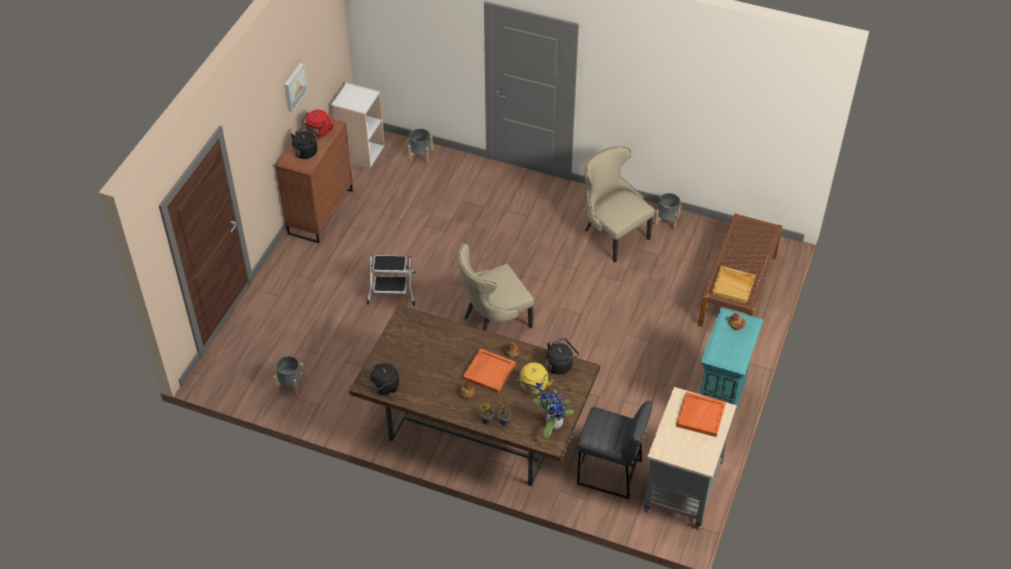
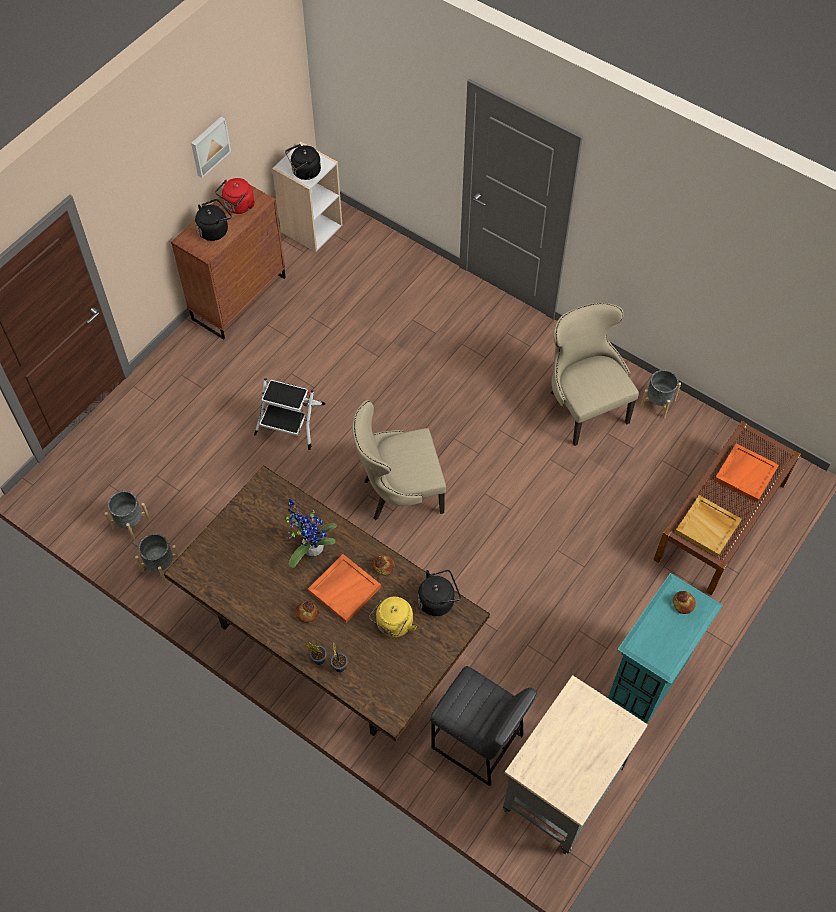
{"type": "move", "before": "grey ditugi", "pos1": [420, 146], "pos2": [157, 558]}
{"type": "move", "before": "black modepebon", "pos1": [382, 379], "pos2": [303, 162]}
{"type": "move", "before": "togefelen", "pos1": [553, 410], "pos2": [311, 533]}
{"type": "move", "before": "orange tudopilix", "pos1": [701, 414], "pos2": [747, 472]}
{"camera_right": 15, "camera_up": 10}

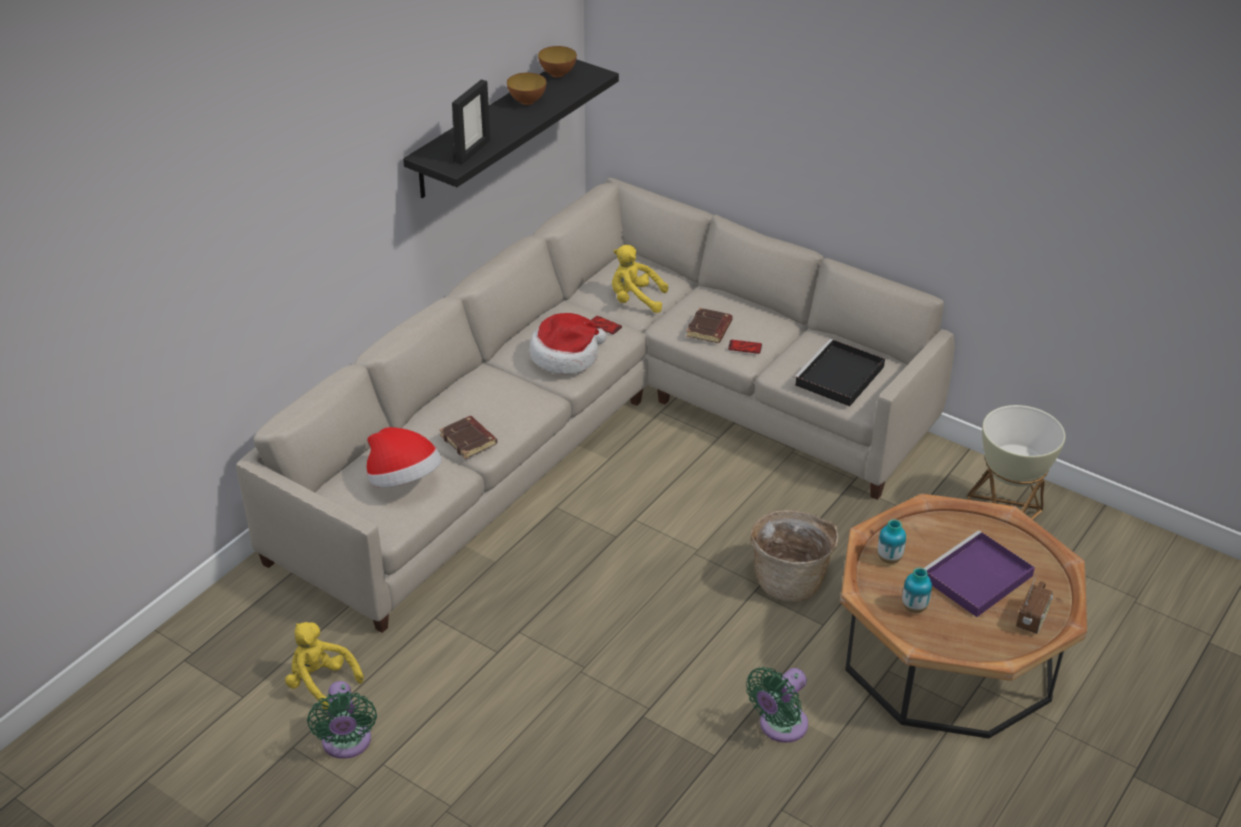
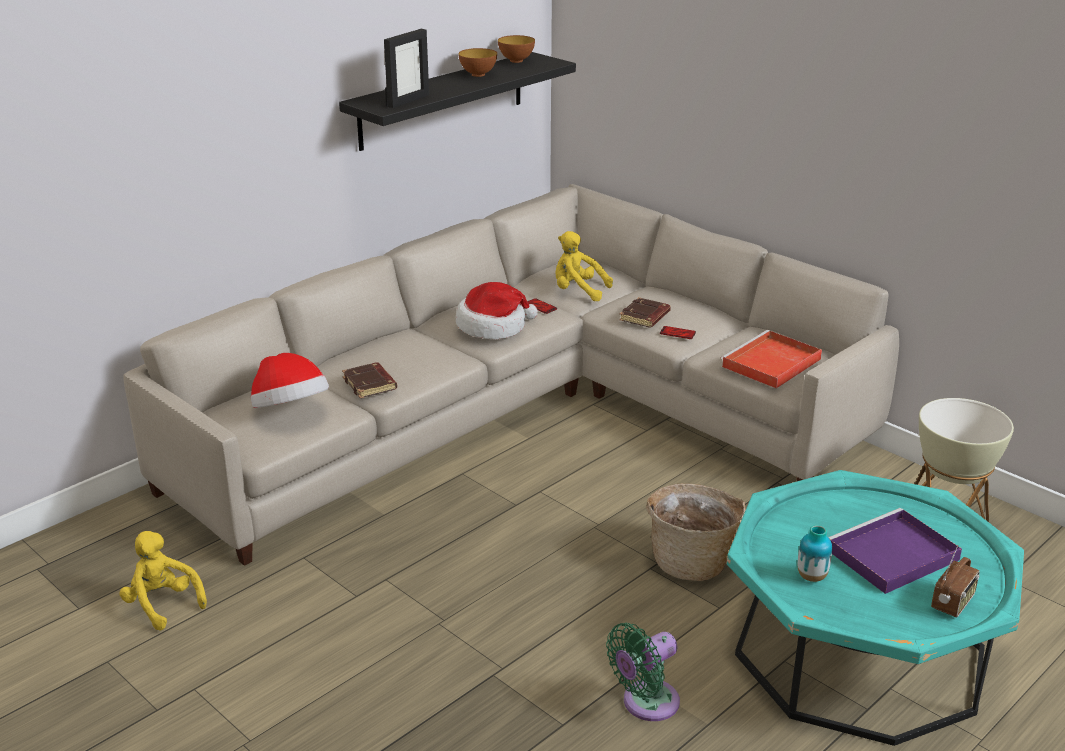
{"type": "recolor", "before": "black tudopilix", "after": "red tudopilix", "pos1": [839, 372], "pos2": [771, 359]}
{"type": "recolor", "before": "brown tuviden", "after": "turquoise tuviden", "pos1": [963, 616], "pos2": [875, 608]}
{"type": "delete", "before": "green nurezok", "pos1": [342, 720]}
{"type": "delete", "before": "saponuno", "pos1": [892, 541]}
{"camera_right": 10, "camera_up": -10}

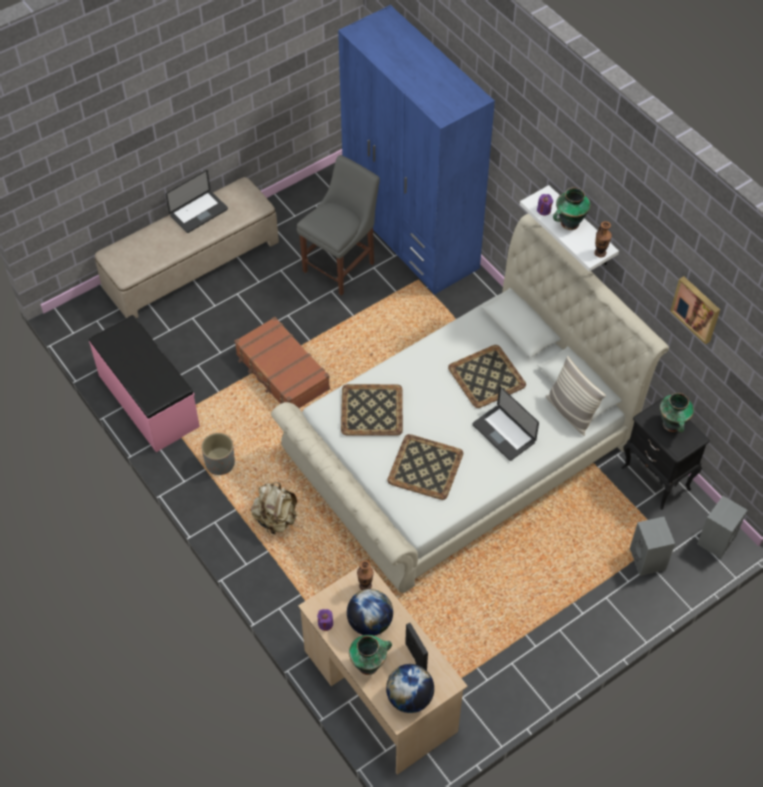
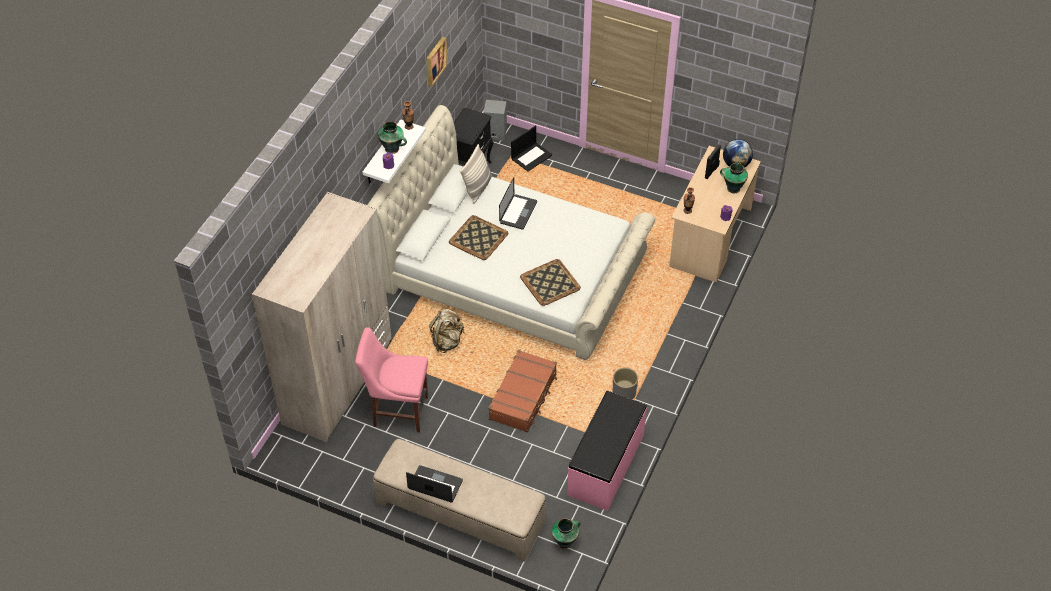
{"type": "recolor", "before": "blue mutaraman", "after": "beige mutaraman", "pos1": [416, 150], "pos2": [322, 317]}
{"type": "recolor", "before": "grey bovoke", "after": "pink bovoke", "pos1": [338, 225], "pos2": [391, 380]}
{"type": "move", "before": "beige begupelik", "pos1": [274, 508], "pos2": [446, 331]}
{"type": "replace", "before": "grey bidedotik", "after": "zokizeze", "pos1": [652, 546], "pos2": [531, 148]}
{"type": "move", "before": "saponuno", "pos1": [677, 413], "pos2": [566, 533]}
{"type": "delete", "before": "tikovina", "pos1": [370, 612]}
{"type": "delete", "before": "tudopilix", "pos1": [425, 467]}
{"camera_right": -120, "camera_up": -5}

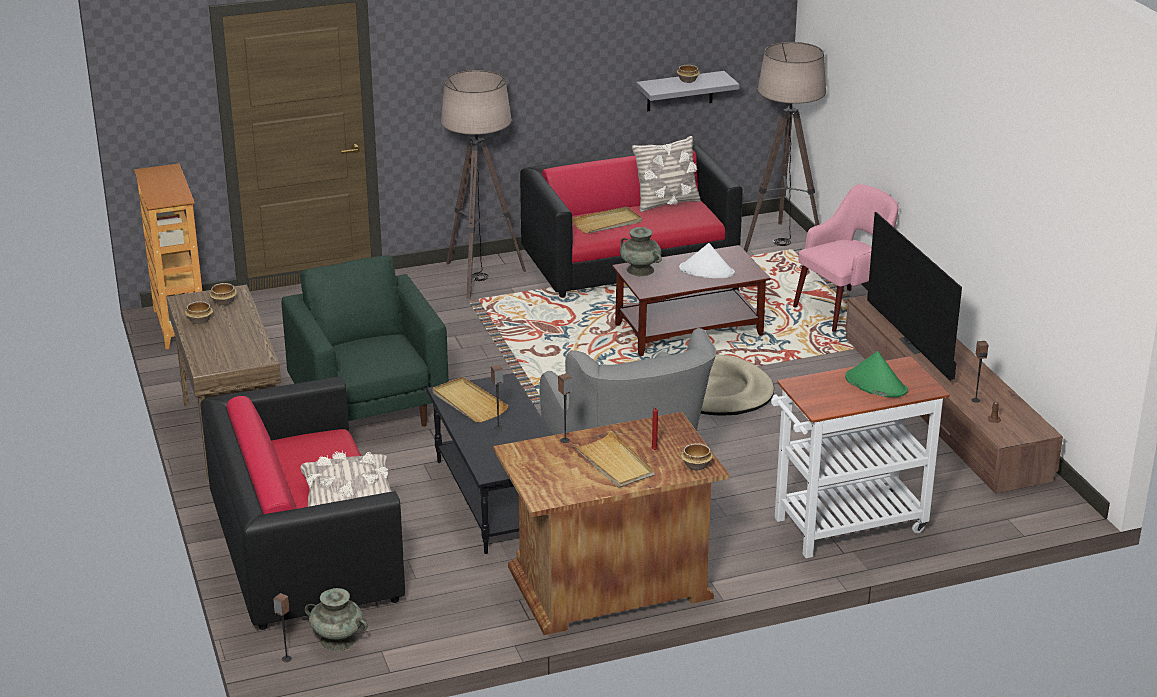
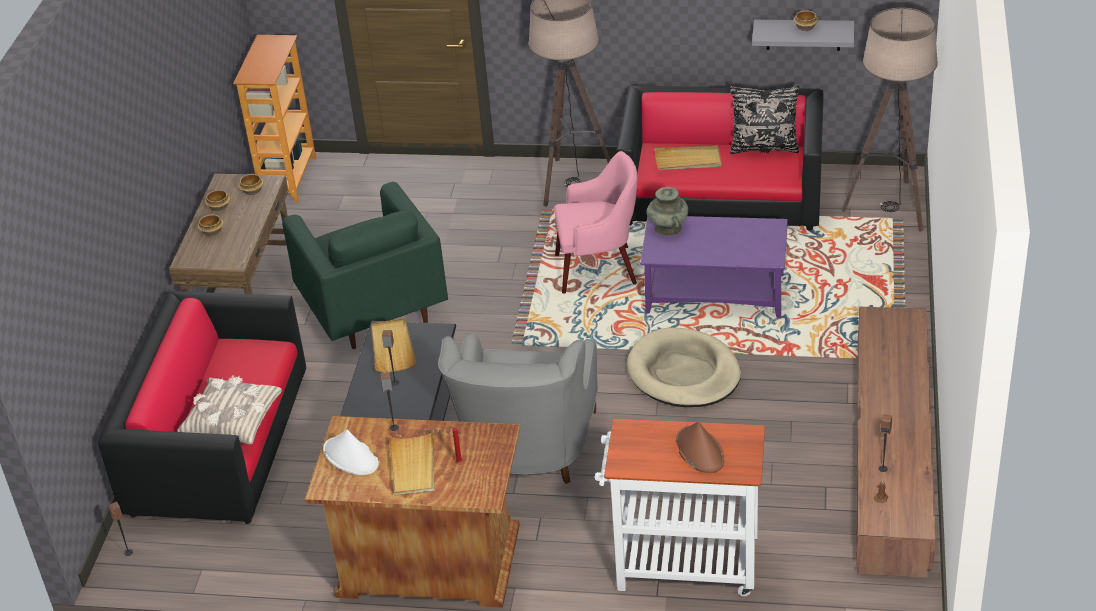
{"type": "move", "before": "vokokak", "pos1": [697, 456], "pos2": [210, 225]}
{"type": "rotate", "before": "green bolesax", "pos1": [365, 340], "pos2": [365, 265], "turn": 150}
{"type": "move", "before": "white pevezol", "pos1": [707, 260], "pos2": [351, 452]}
{"type": "move", "before": "pink bolesax", "pos1": [845, 258], "pos2": [595, 222]}
{"type": "recolor", "before": "brown tuviden", "after": "purple tuviden", "pos1": [691, 300], "pos2": [714, 267]}
{"type": "recolor", "before": "green pevezol", "after": "brown pevezol", "pos1": [876, 374], "pos2": [700, 447]}
{"type": "recolor", "before": "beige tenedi", "after": "black tenedi", "pos1": [666, 174], "pos2": [764, 119]}
{"type": "delete", "before": "turquoise saponuno", "pos1": [336, 619]}
{"type": "delete", "before": "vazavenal", "pos1": [914, 296]}
{"camera_right": 30, "camera_up": 10}

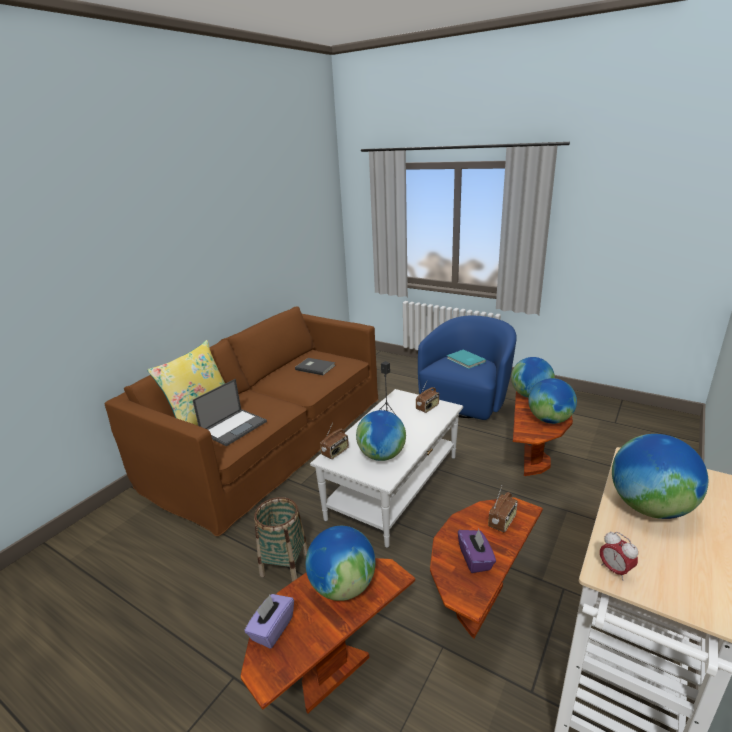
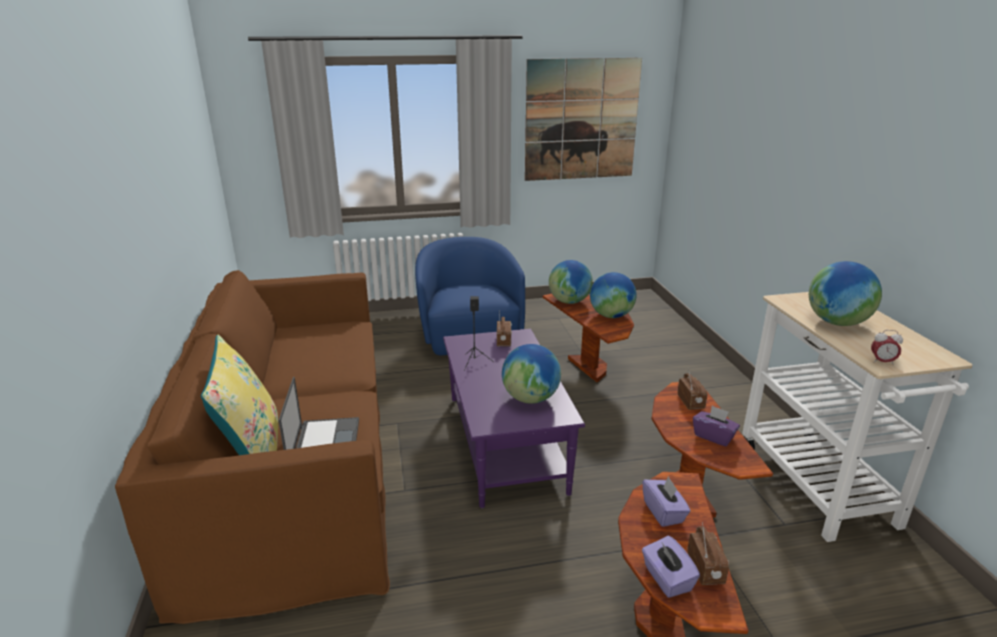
{"type": "recolor", "before": "white tuviden", "after": "purple tuviden", "pos1": [386, 468], "pos2": [514, 419]}
{"type": "insert", "after": "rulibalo", "pos2": [583, 119]}
{"type": "replace", "before": "tikovina", "after": "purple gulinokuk", "pos1": [340, 563], "pos2": [666, 501]}
{"type": "move", "before": "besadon", "pos1": [334, 441], "pos2": [708, 553]}
{"type": "delete", "before": "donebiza", "pos1": [281, 539]}
{"type": "delete", "before": "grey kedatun", "pos1": [315, 366]}
{"type": "delete", "before": "turquoise kedatun", "pos1": [466, 359]}
{"camera_right": -45, "camera_up": 0}

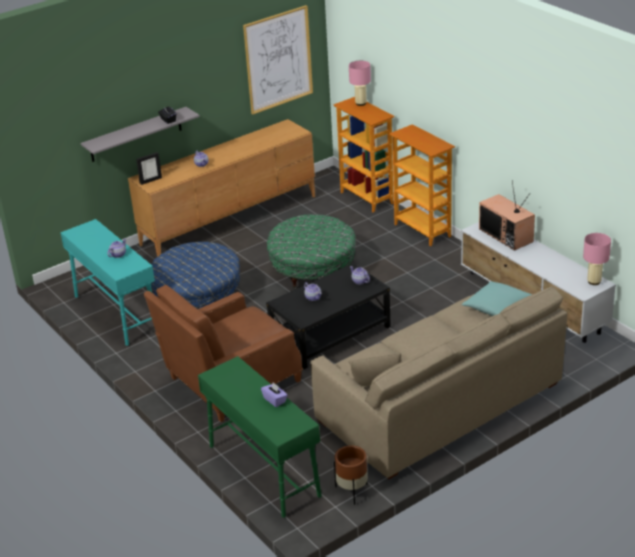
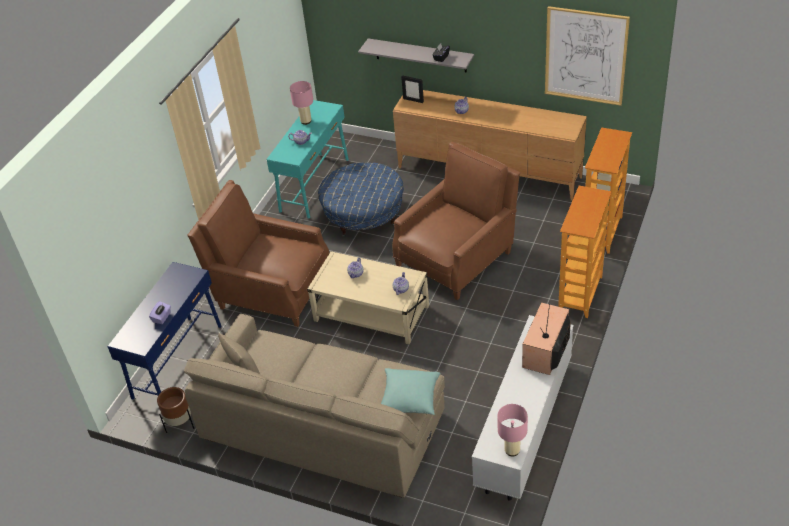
{"type": "recolor", "before": "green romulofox", "after": "blue romulofox", "pos1": [260, 437], "pos2": [165, 330]}
{"type": "move", "before": "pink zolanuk", "pos1": [360, 83], "pos2": [301, 103]}
{"type": "recolor", "before": "black tuviden", "after": "beige tuviden", "pos1": [328, 316], "pos2": [368, 298]}
{"type": "replace", "before": "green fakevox", "after": "brown bolesax", "pos1": [311, 251], "pos2": [456, 221]}
{"camera_right": 60, "camera_up": 10}

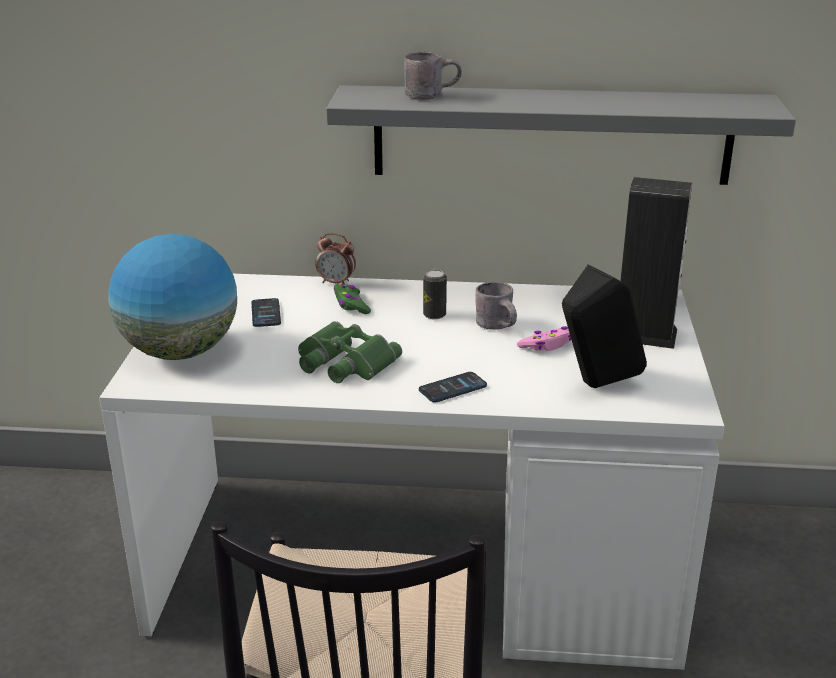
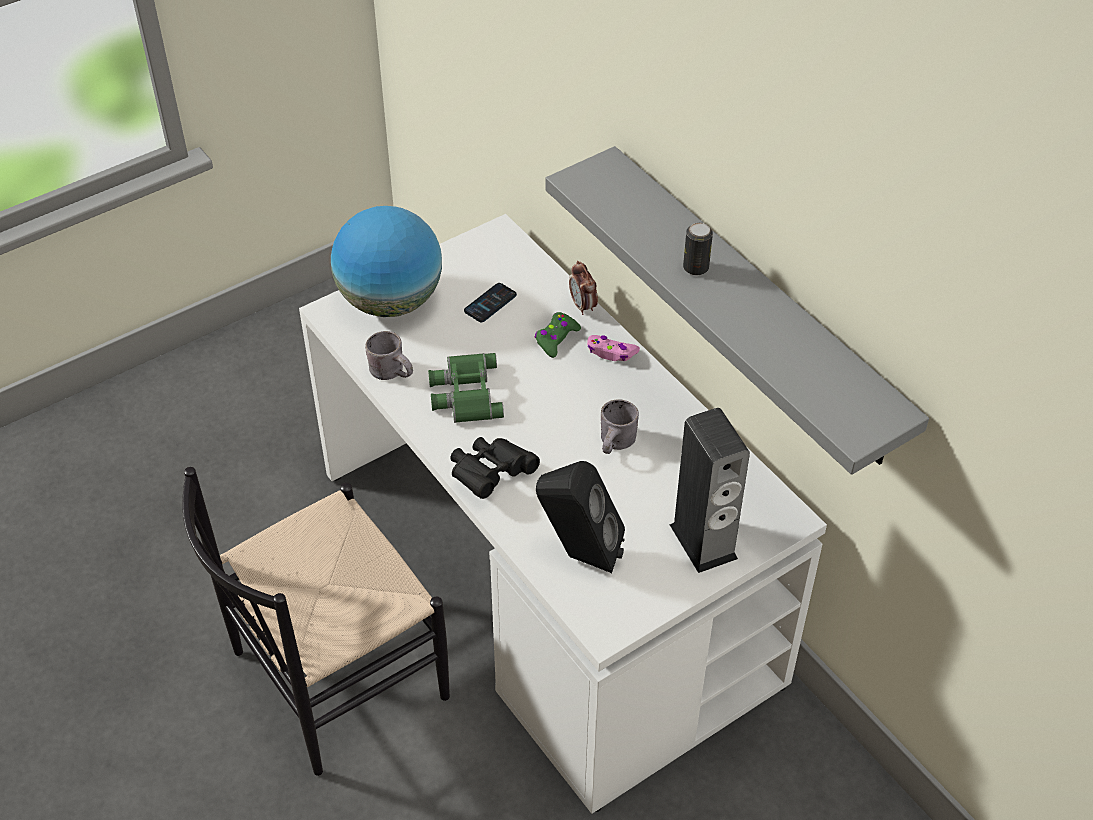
{"type": "move", "before": "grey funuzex", "pos1": [433, 76], "pos2": [389, 355]}
{"type": "replace", "before": "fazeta", "after": "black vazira", "pos1": [453, 387], "pos2": [495, 468]}
{"type": "move", "before": "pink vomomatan", "pos1": [544, 338], "pos2": [613, 348]}
{"type": "move", "before": "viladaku", "pos1": [435, 294], "pos2": [698, 248]}
{"camera_right": 50, "camera_up": 20}

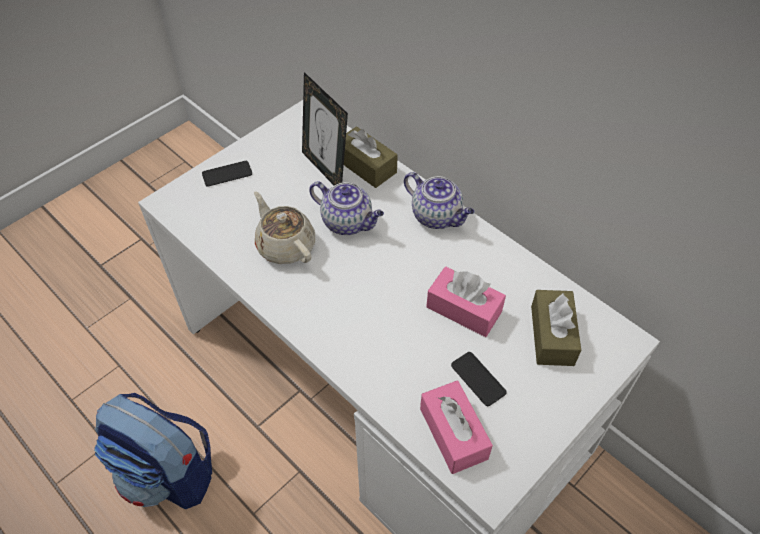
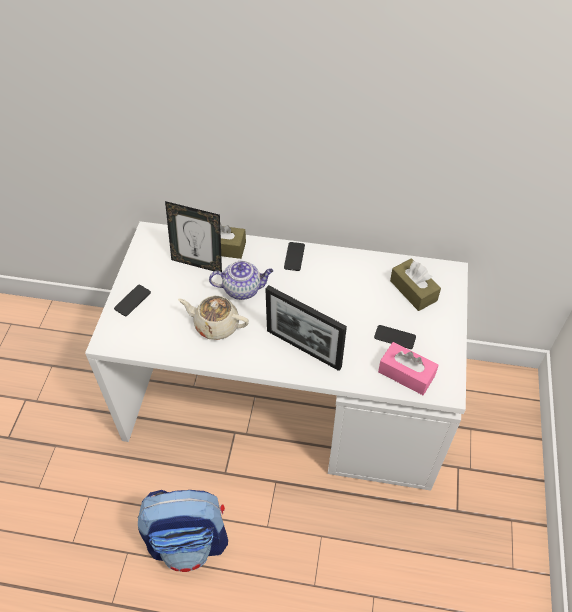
{"type": "insert", "after": "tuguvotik", "pos2": [306, 328]}
{"type": "replace", "before": "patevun", "after": "fazeta", "pos1": [439, 200], "pos2": [294, 256]}
{"type": "delete", "before": "pink gulinokuk", "pos1": [466, 302]}
{"camera_right": -35, "camera_up": 0}

